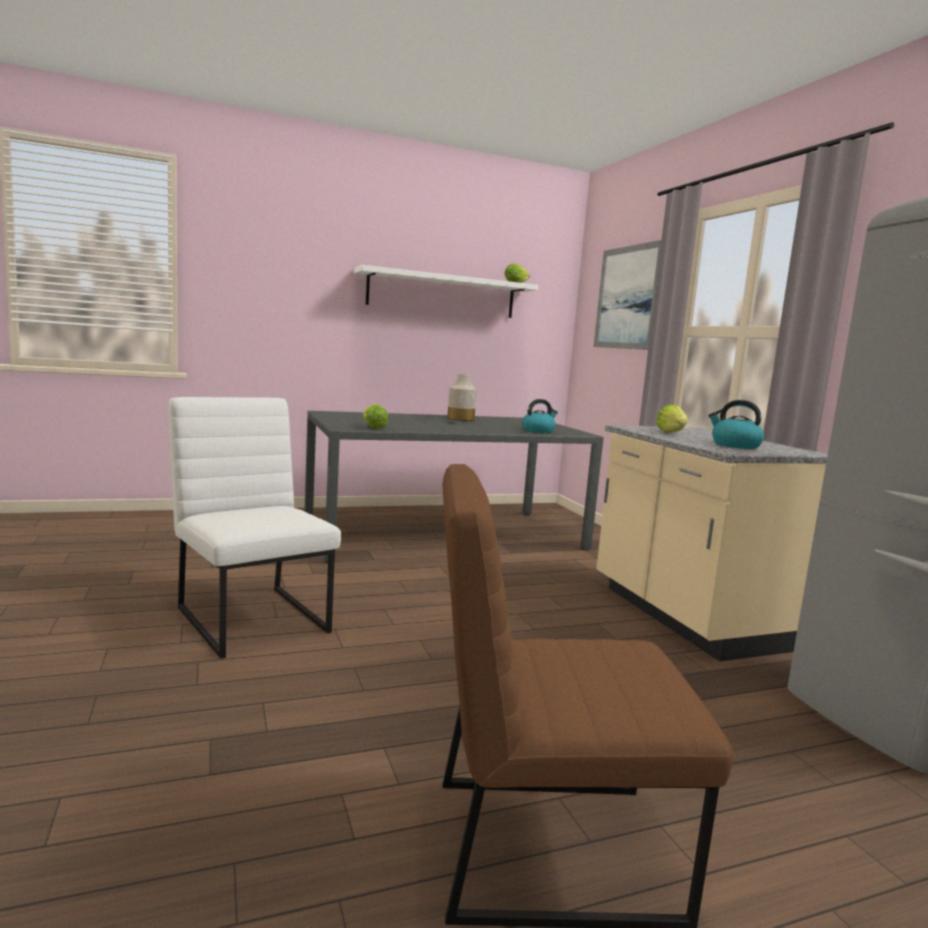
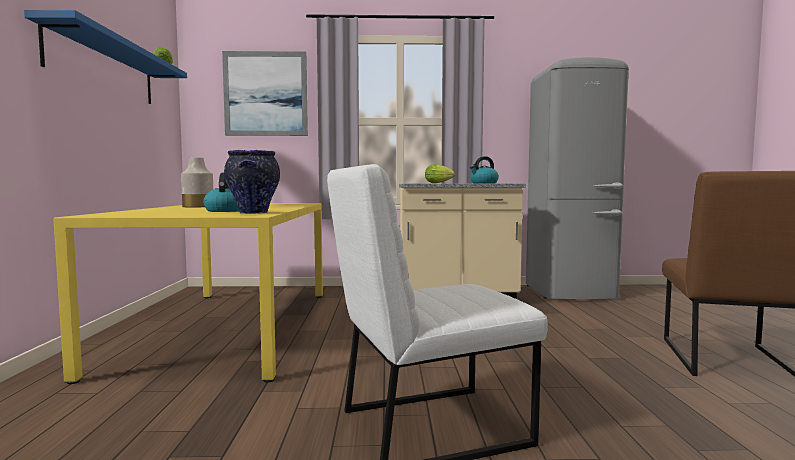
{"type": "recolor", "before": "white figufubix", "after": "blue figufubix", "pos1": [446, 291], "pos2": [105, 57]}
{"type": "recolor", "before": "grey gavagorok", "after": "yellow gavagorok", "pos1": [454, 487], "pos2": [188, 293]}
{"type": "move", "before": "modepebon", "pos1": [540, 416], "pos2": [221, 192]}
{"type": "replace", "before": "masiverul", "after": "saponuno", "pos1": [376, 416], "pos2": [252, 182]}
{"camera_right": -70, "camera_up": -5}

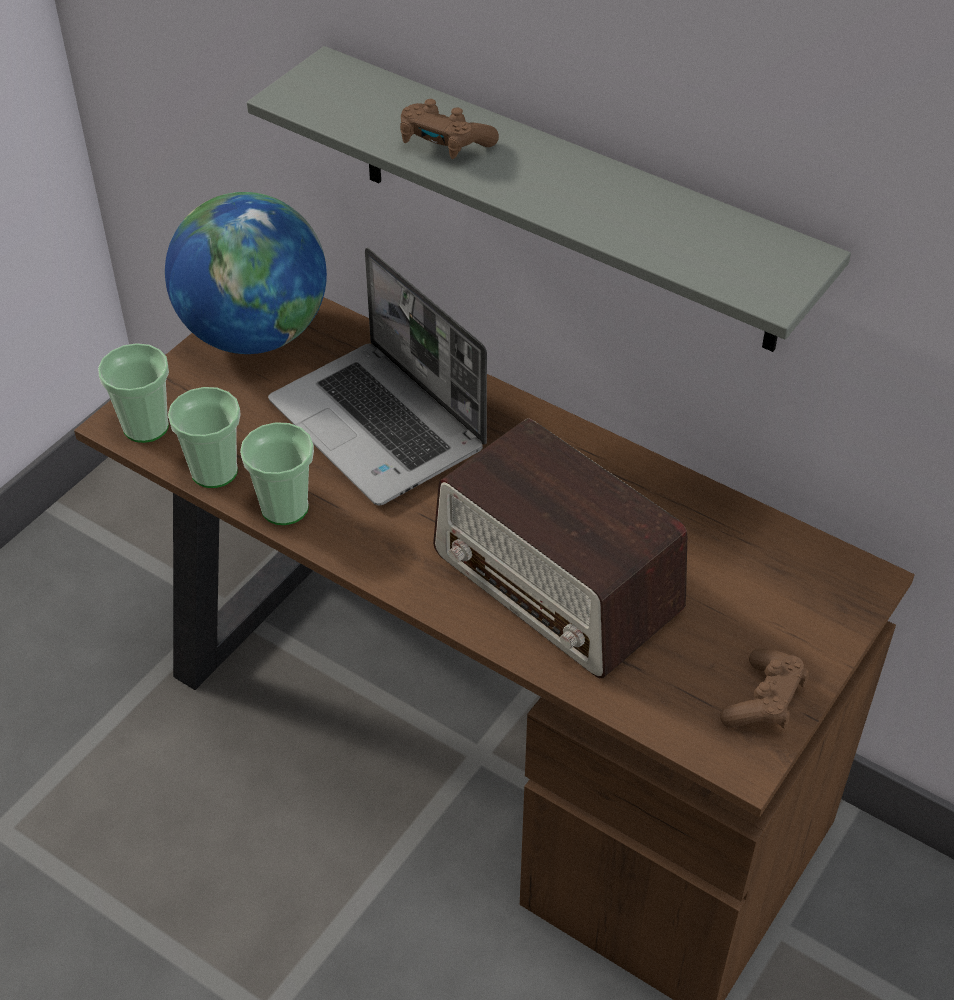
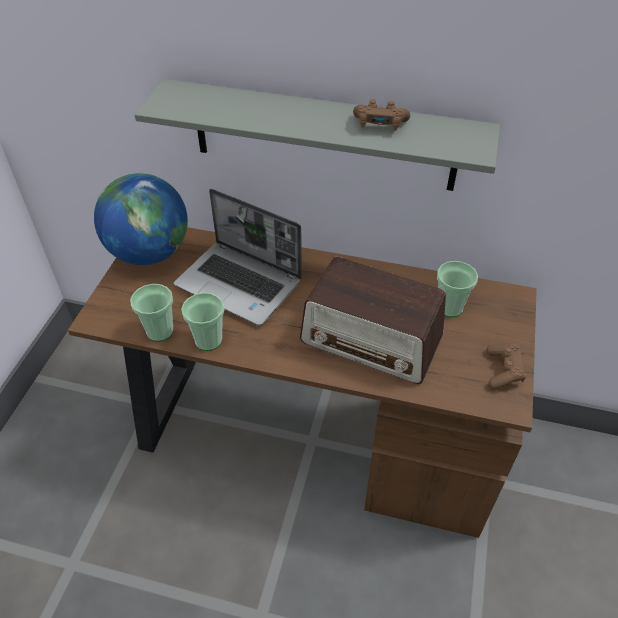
{"type": "move", "before": "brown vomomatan", "pos1": [449, 129], "pos2": [381, 115]}
{"type": "move", "before": "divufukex", "pos1": [133, 393], "pos2": [457, 289]}
{"camera_right": -20, "camera_up": 0}

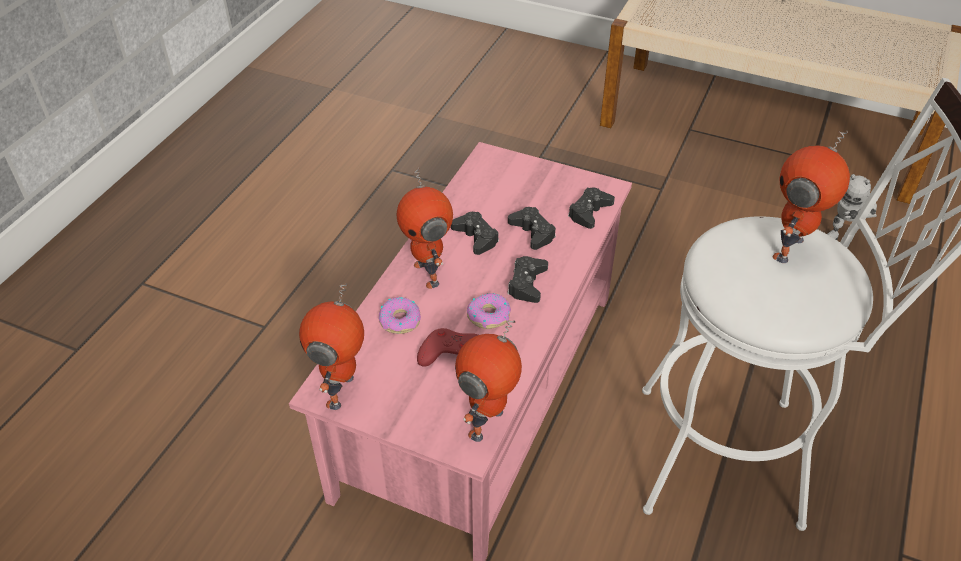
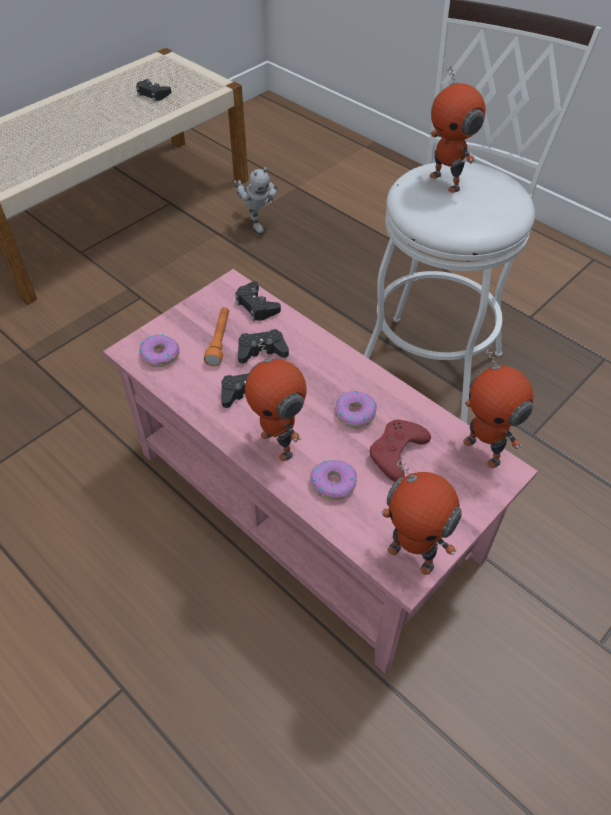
{"type": "move", "before": "black vomomatan", "pos1": [527, 279], "pos2": [154, 90]}
{"type": "insert", "after": "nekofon", "pos2": [160, 350]}
{"type": "insert", "after": "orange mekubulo", "pos2": [216, 337]}
{"type": "rotate", "before": "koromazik", "pos1": [425, 228], "pos2": [276, 400], "turn": 60}
{"camera_right": -70, "camera_up": 5}

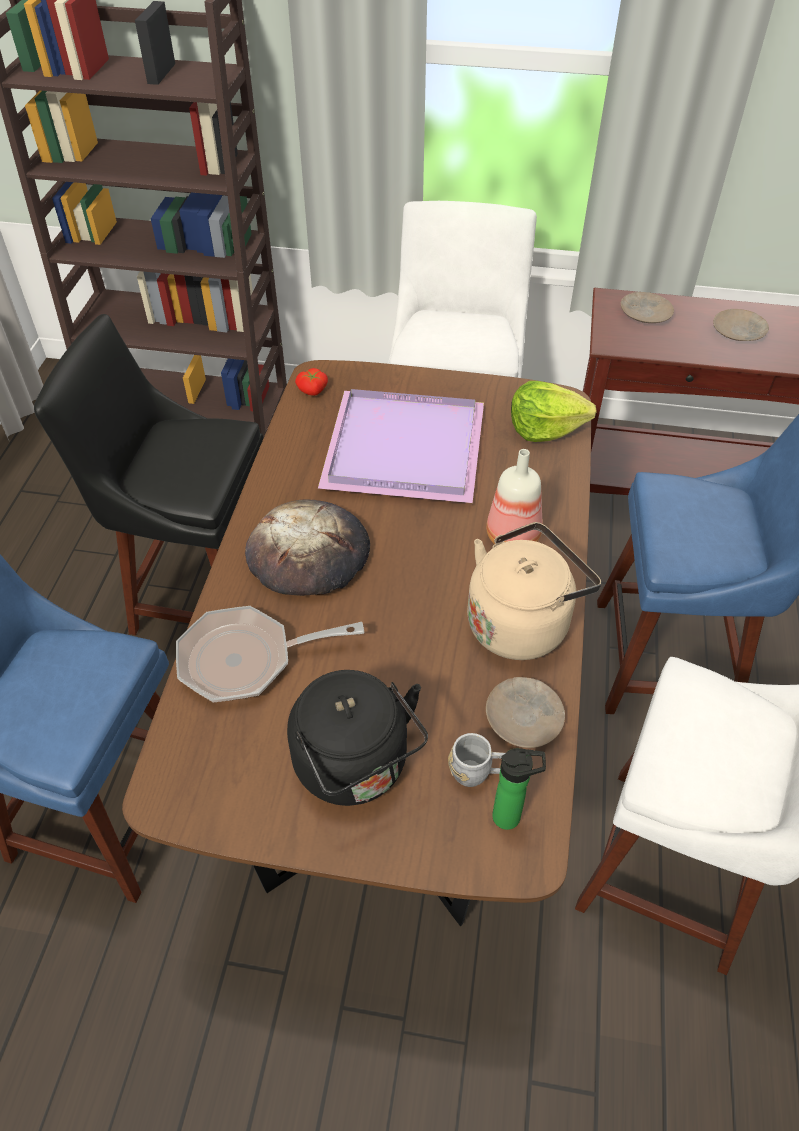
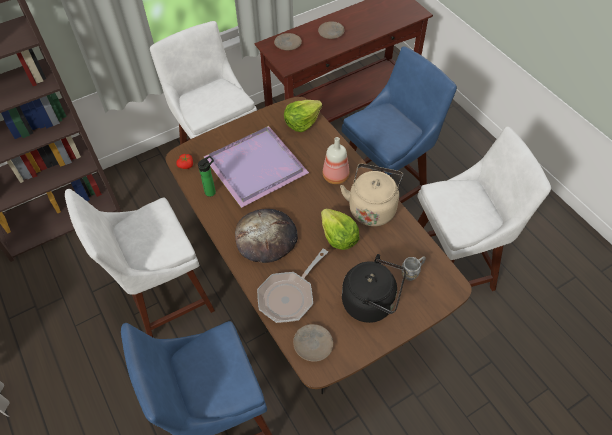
{"type": "recolor", "before": "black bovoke", "after": "white bovoke", "pos1": [148, 474], "pos2": [140, 263]}
{"type": "move", "before": "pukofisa", "pos1": [519, 789], "pos2": [207, 176]}
{"type": "move", "before": "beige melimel", "pos1": [525, 712], "pos2": [313, 343]}
{"type": "insert", "after": "masiverul", "pos2": [340, 229]}
{"camera_right": -40, "camera_up": 5}

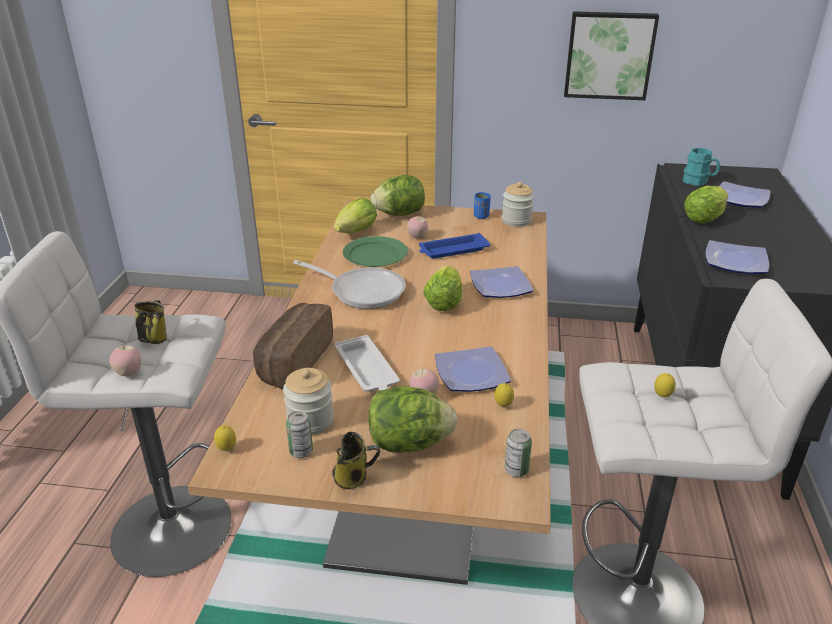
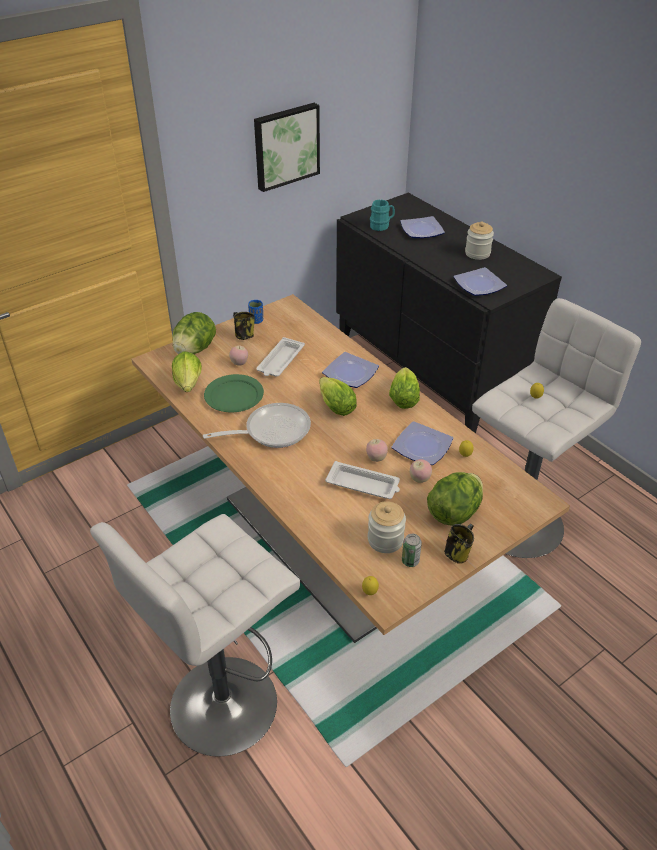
{"type": "move", "before": "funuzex", "pos1": [151, 322], "pos2": [244, 326]}
{"type": "recolor", "before": "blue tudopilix", "after": "white tudopilix", "pos1": [455, 246], "pos2": [280, 357]}
{"type": "move", "before": "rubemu", "pos1": [125, 360], "pos2": [377, 450]}
{"type": "move", "before": "masiverul", "pos1": [706, 204], "pos2": [404, 388]}
{"type": "move", "before": "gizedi", "pos1": [518, 204], "pos2": [479, 241]}
{"type": "delete", "before": "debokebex", "pos1": [293, 346]}
{"type": "delete", "before": "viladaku", "pos1": [518, 453]}
{"camera_right": -45, "camera_up": 10}

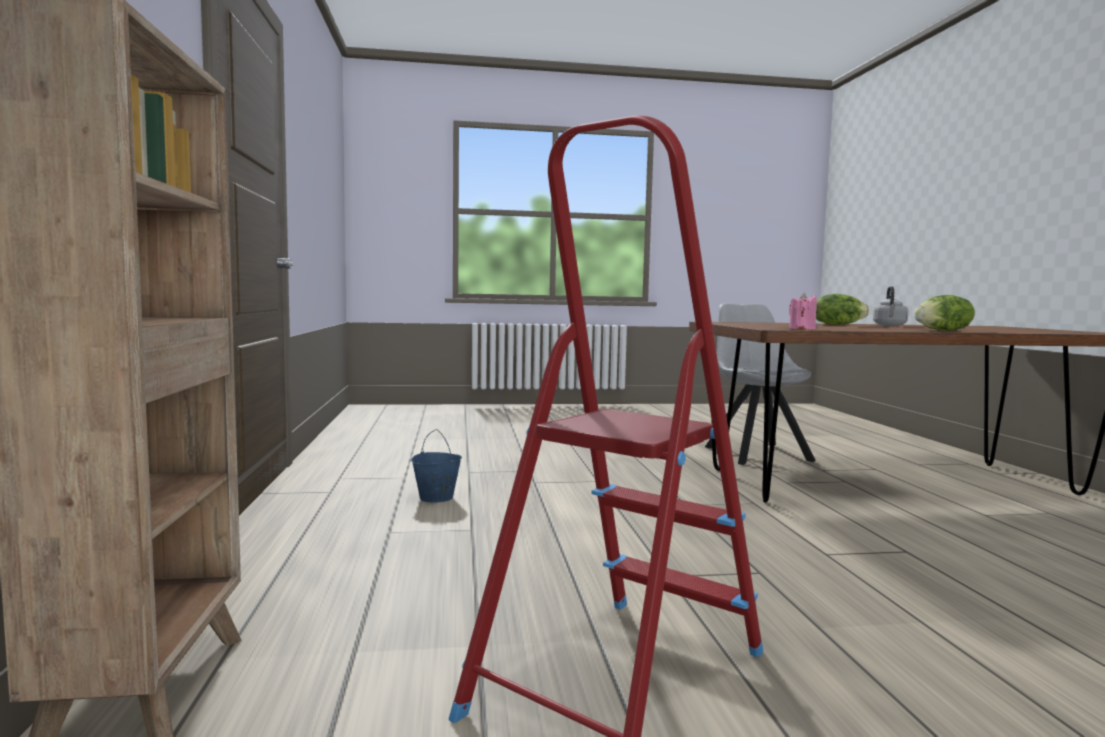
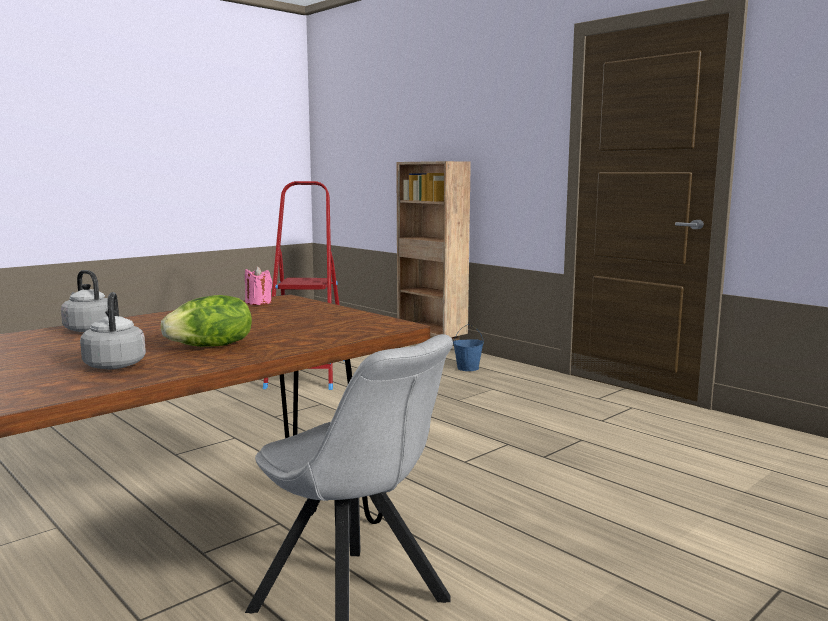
{"type": "replace", "before": "masiverul", "after": "grey modepebon", "pos1": [944, 313], "pos2": [84, 301]}
{"type": "move", "before": "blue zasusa", "pos1": [436, 466], "pos2": [468, 347]}
{"camera_right": 145, "camera_up": 5}

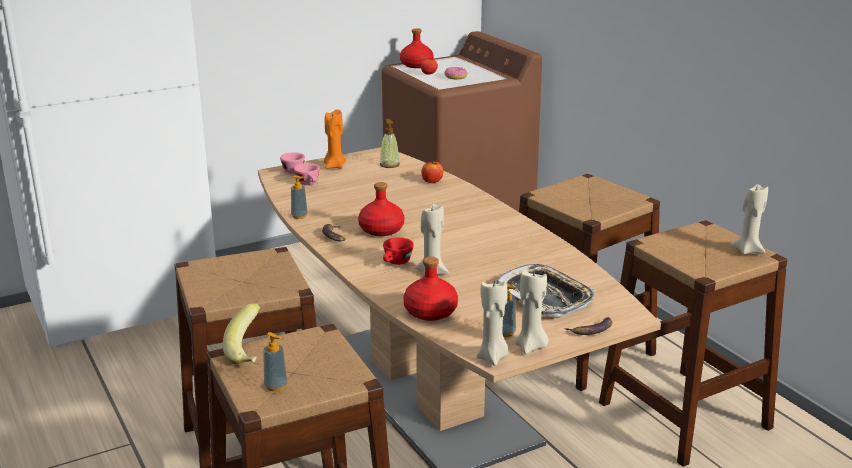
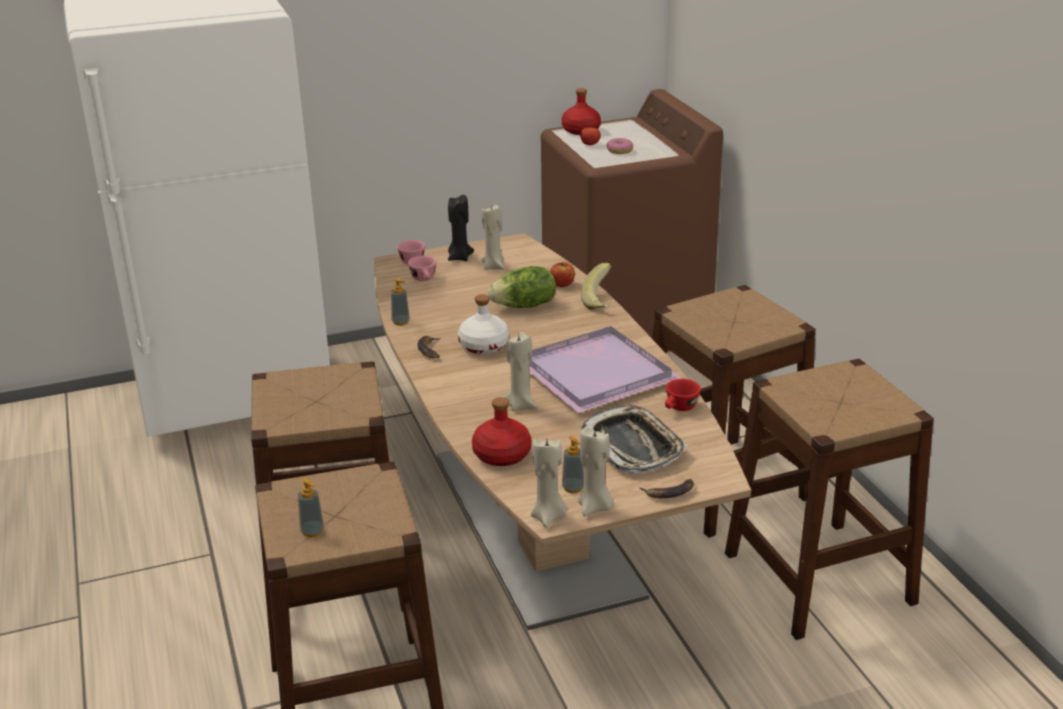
{"type": "recolor", "before": "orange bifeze", "after": "black bifeze", "pos1": [335, 139], "pos2": [461, 228]}
{"type": "recolor", "before": "red pukofisa", "after": "white pukofisa", "pos1": [381, 209], "pos2": [483, 324]}
{"type": "move", "before": "beige bifeze", "pos1": [749, 219], "pos2": [492, 237]}
{"type": "insert", "after": "masiverul", "pos2": [522, 287]}
{"type": "insert", "after": "purple tudopilix", "pos2": [605, 369]}
{"type": "move", "before": "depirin", "pos1": [241, 333], "pos2": [596, 286]}
{"type": "move", "before": "red divufukex", "pos1": [398, 251], "pos2": [683, 395]}
{"type": "delete", "before": "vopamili", "pos1": [390, 143]}
{"camera_right": 10, "camera_up": 5}

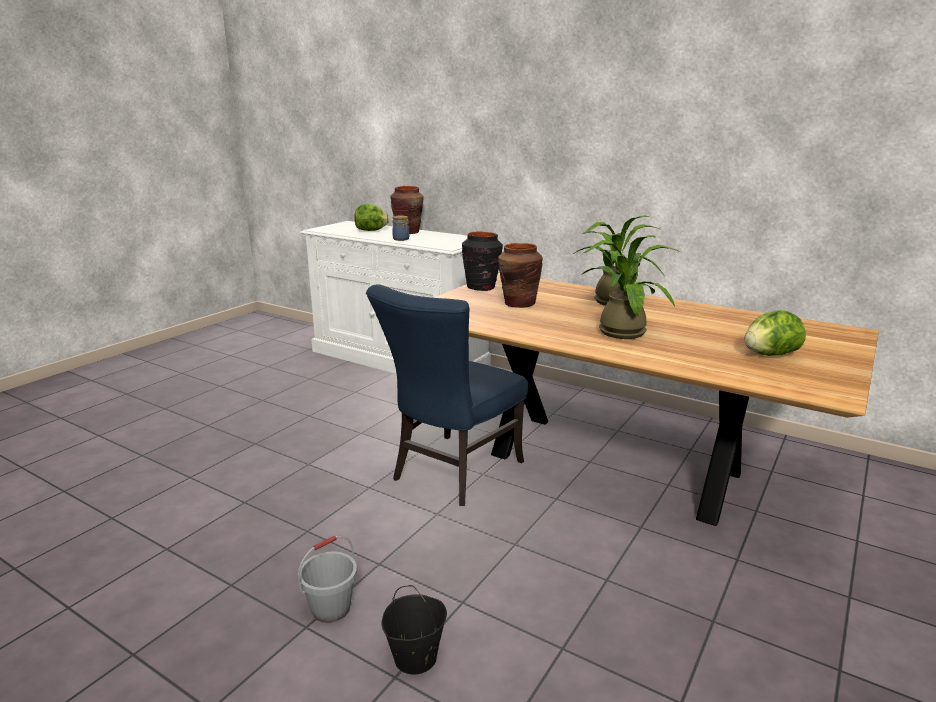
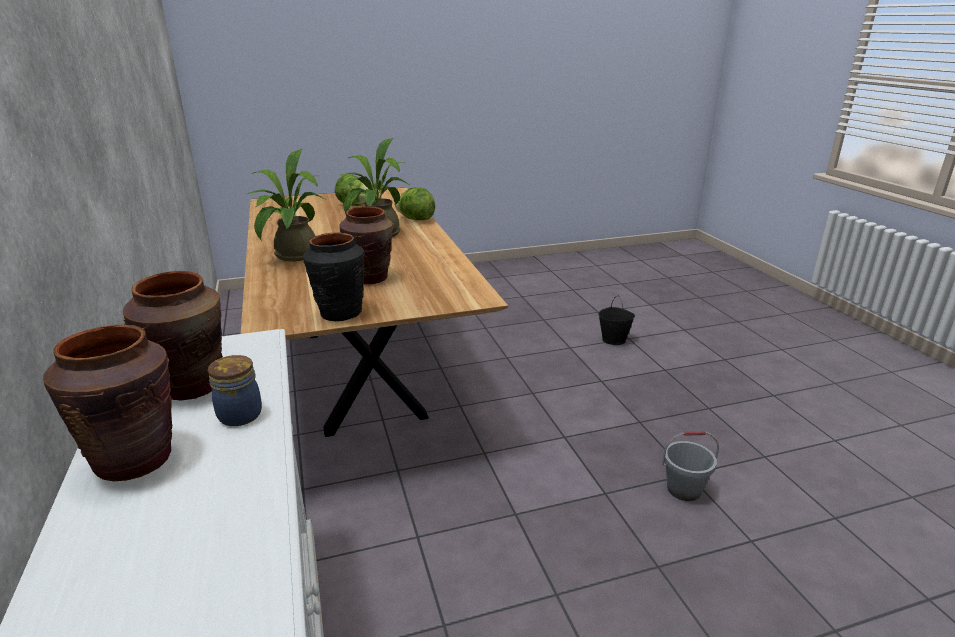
{"type": "insert", "after": "brown saponuno", "pos2": [173, 336]}
{"type": "move", "before": "masiverul", "pos1": [372, 217], "pos2": [415, 203]}
{"type": "move", "before": "grey zasusa", "pos1": [327, 579], "pos2": [690, 466]}
{"type": "delete", "before": "blue bovoke", "pos1": [447, 395]}
{"camera_right": -140, "camera_up": 5}

